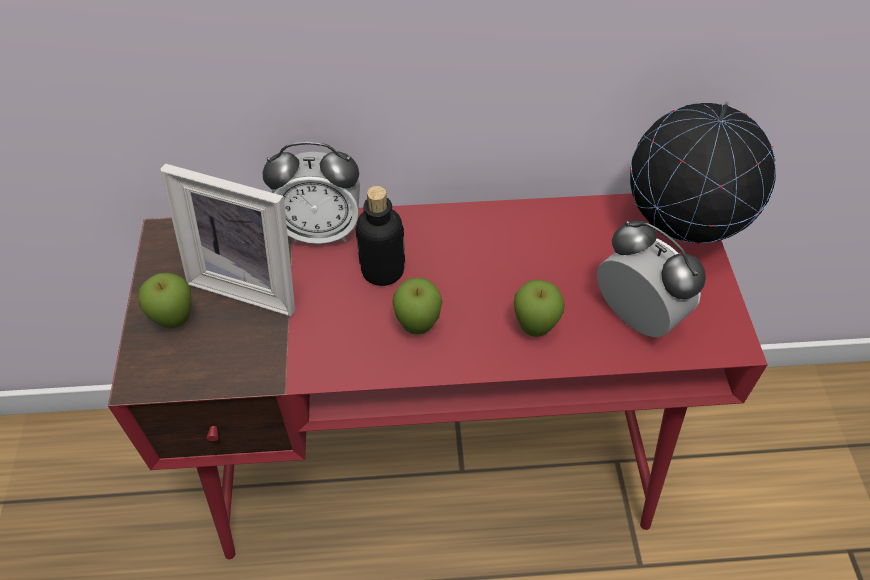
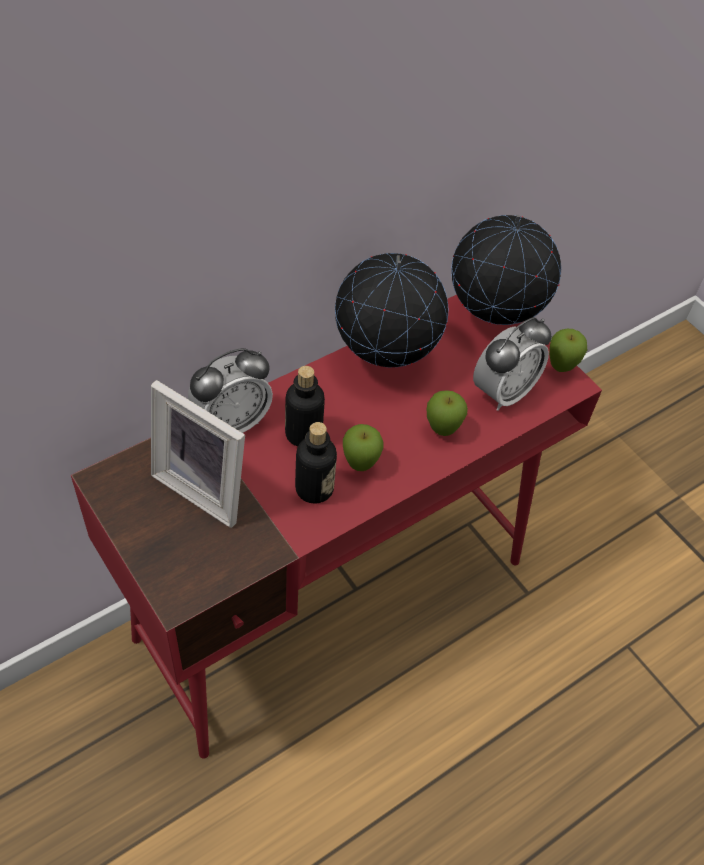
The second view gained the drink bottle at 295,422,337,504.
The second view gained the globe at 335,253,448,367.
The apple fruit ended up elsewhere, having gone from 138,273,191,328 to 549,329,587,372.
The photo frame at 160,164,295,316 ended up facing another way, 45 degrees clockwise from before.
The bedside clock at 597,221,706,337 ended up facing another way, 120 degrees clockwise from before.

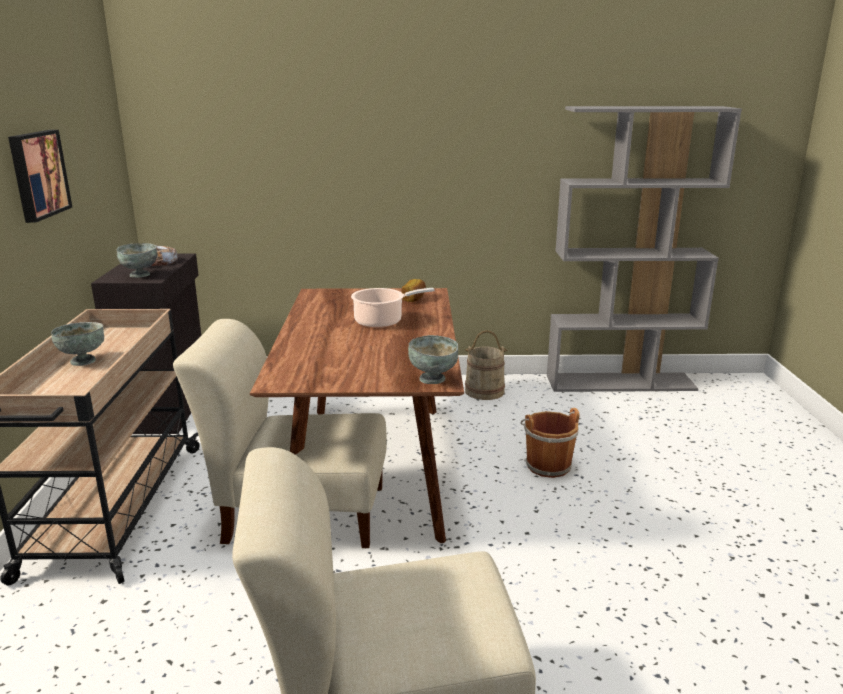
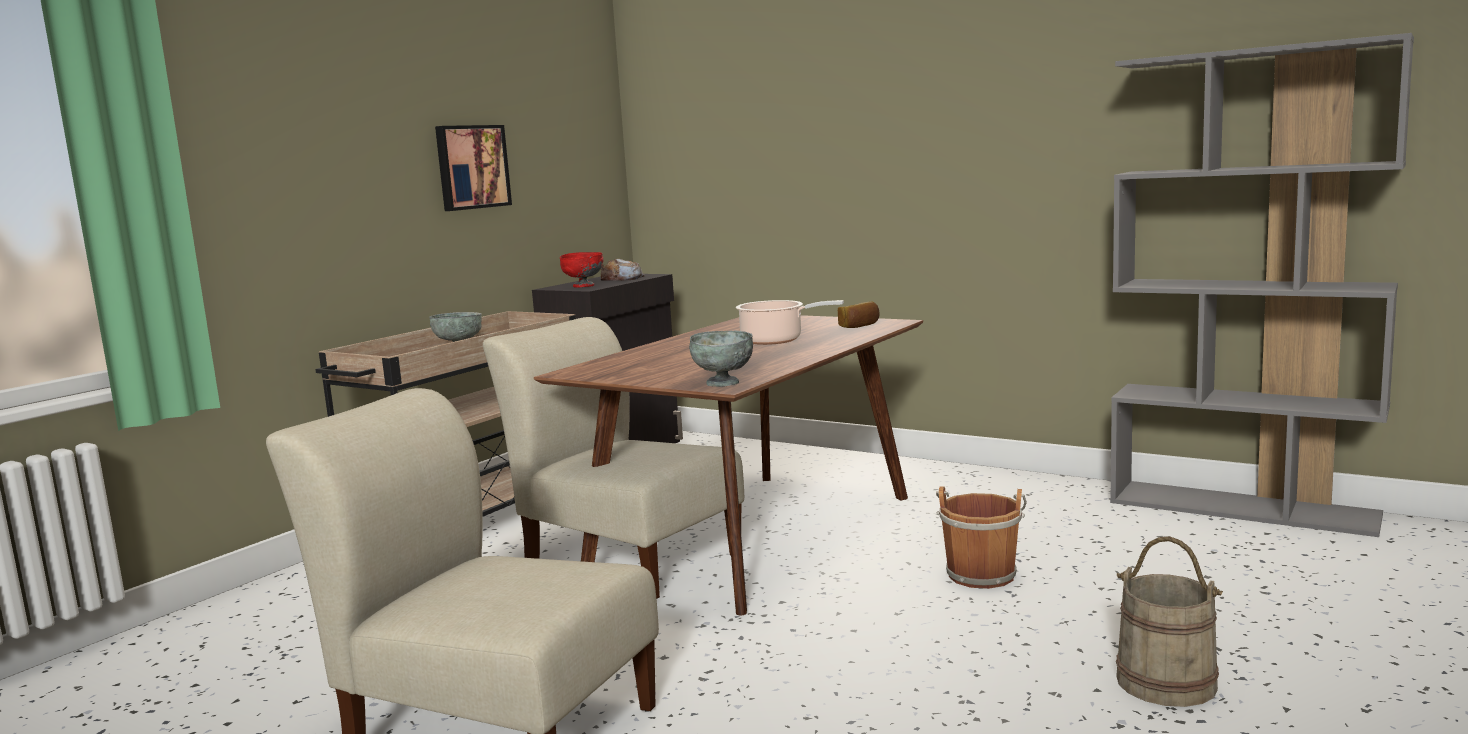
The beige water bucket ended up elsewhere, having gone from 465,330,507,400 to 1116,536,1223,707.
What was the greyish bowl at 117,243,157,278 turned into the red bowl at 560,252,604,288.

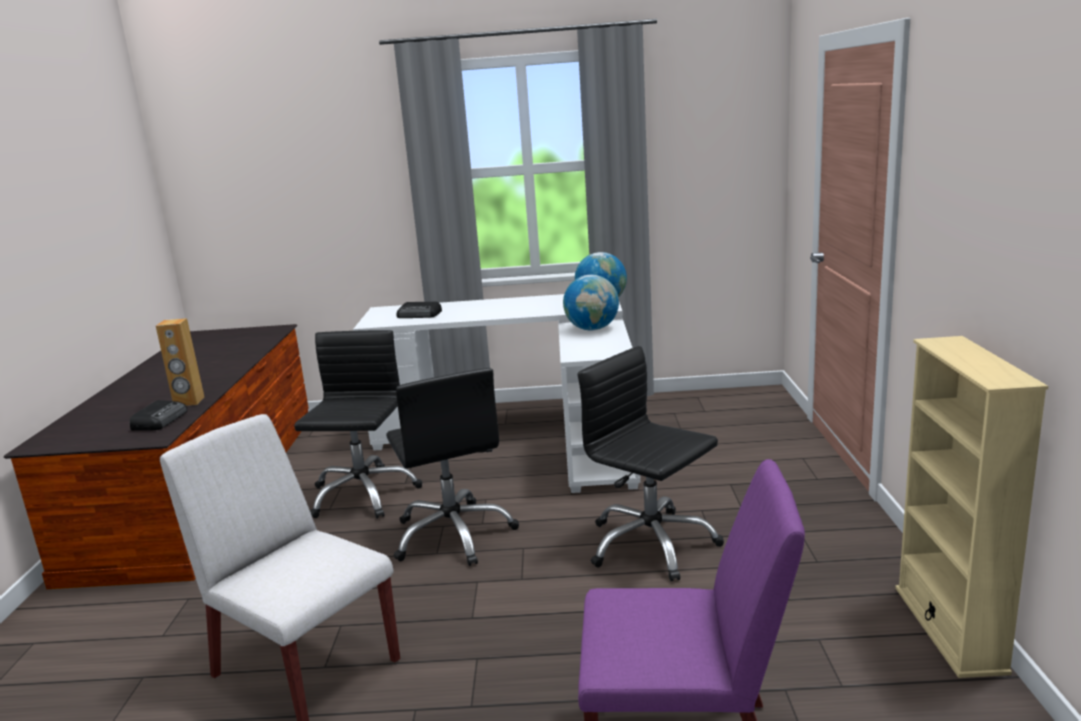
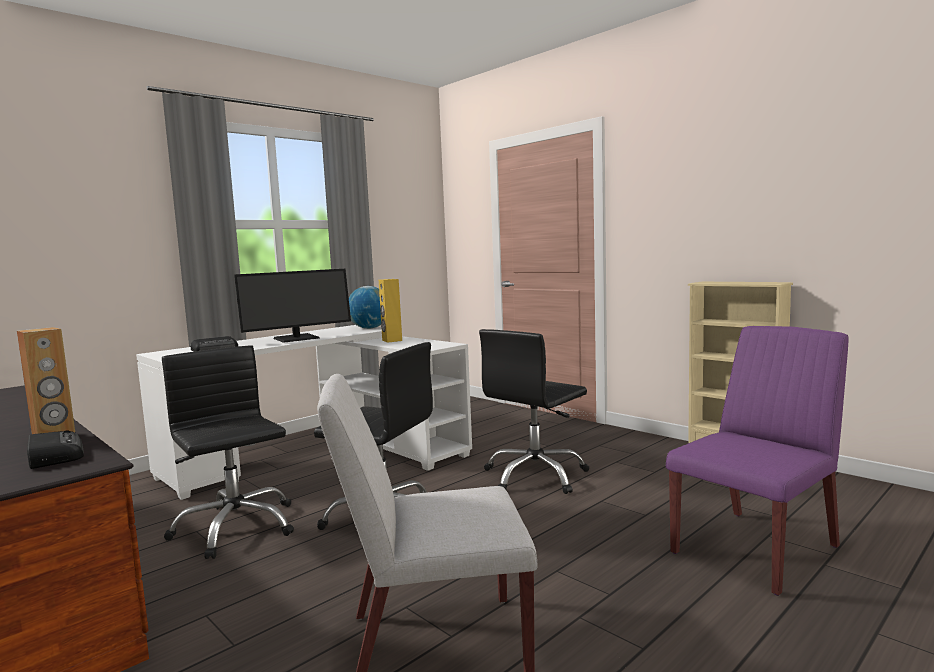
The second view gained the monitor at 234,269,351,343.
Where the globe stood at 563,275,619,330, the yellow-coloured speaker came to stand at 379,279,402,343.
The black-coloured computer chair at 578,346,724,581 ended up facing another way, 45 degrees counterclockwise from before.

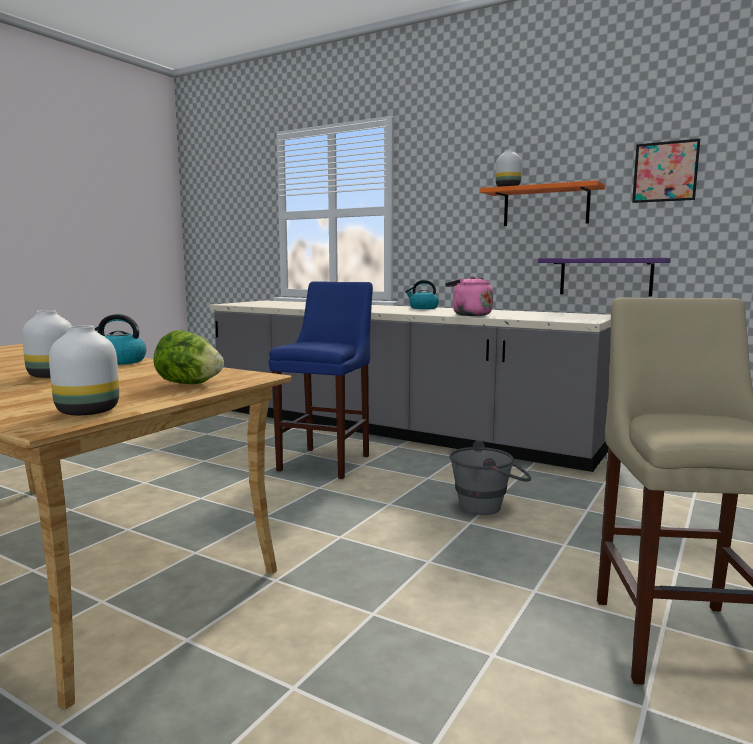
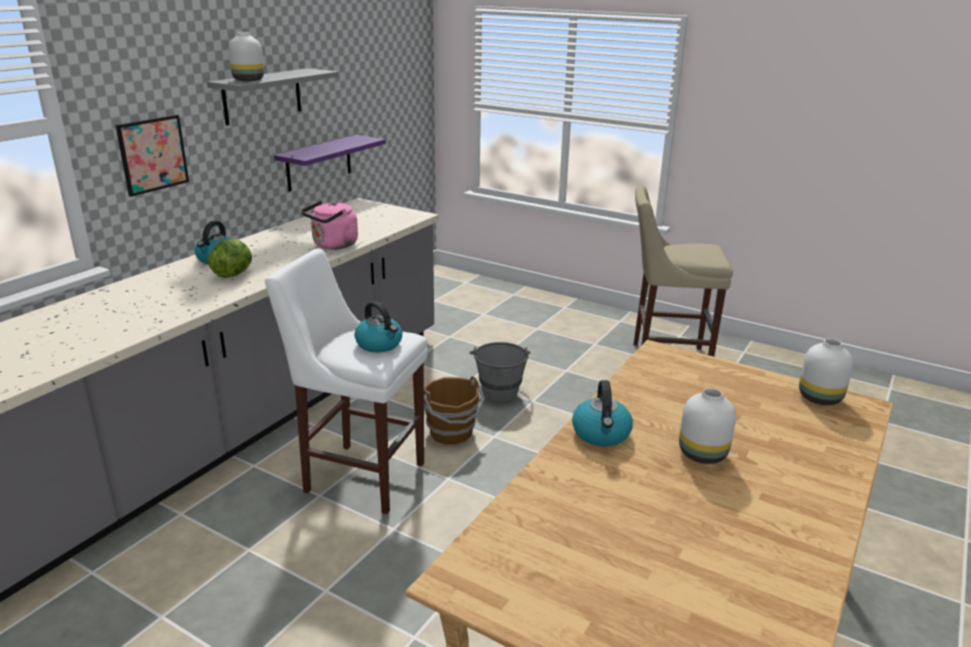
The second view gained the kettle at 354,301,402,352.
The second view gained the brown-coloured water bucket at 424,376,485,444.
The lettuce head ended up elsewhere, having gone from 153,330,224,384 to 208,239,252,278.
The wall picture ended up elsewhere, having gone from 632,139,700,203 to 116,115,189,197.
What was the bluish stool at 269,281,373,479 turned into the white stool at 265,249,428,514.
What was the orange-coloured wall shelf at 480,180,606,226 turned into the greyish wall shelf at 207,68,339,125.

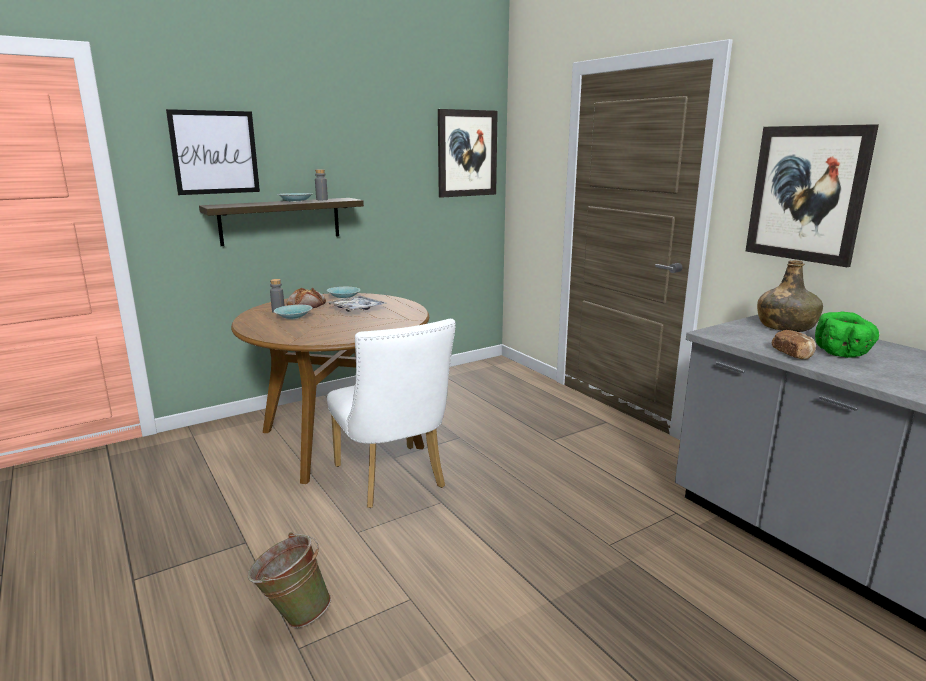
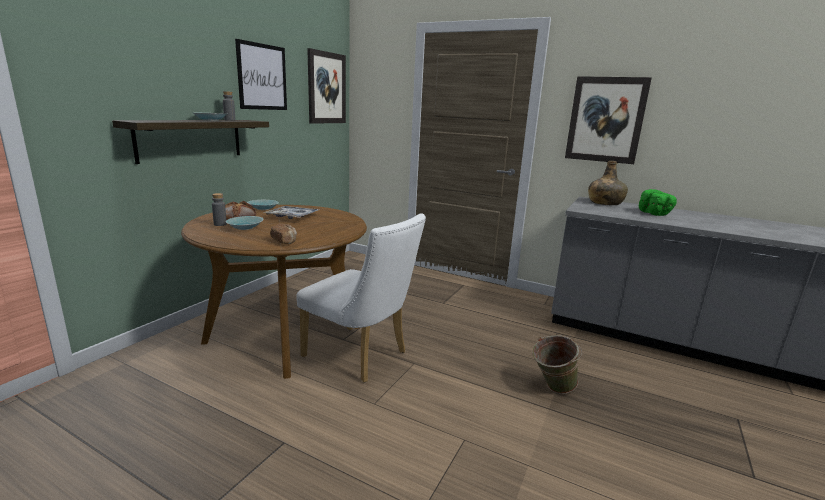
The wall picture ended up elsewhere, having gone from 166,109,260,195 to 235,39,287,110.
The green-coloured water bucket ended up elsewhere, having gone from 248,532,331,628 to 532,335,582,394.
The bread ended up elsewhere, having gone from 772,330,816,359 to 270,224,297,244.

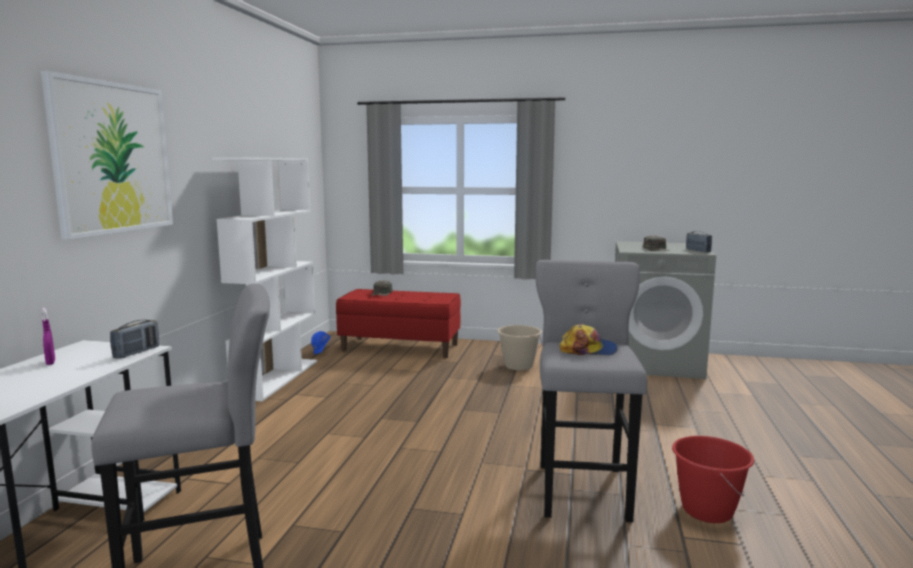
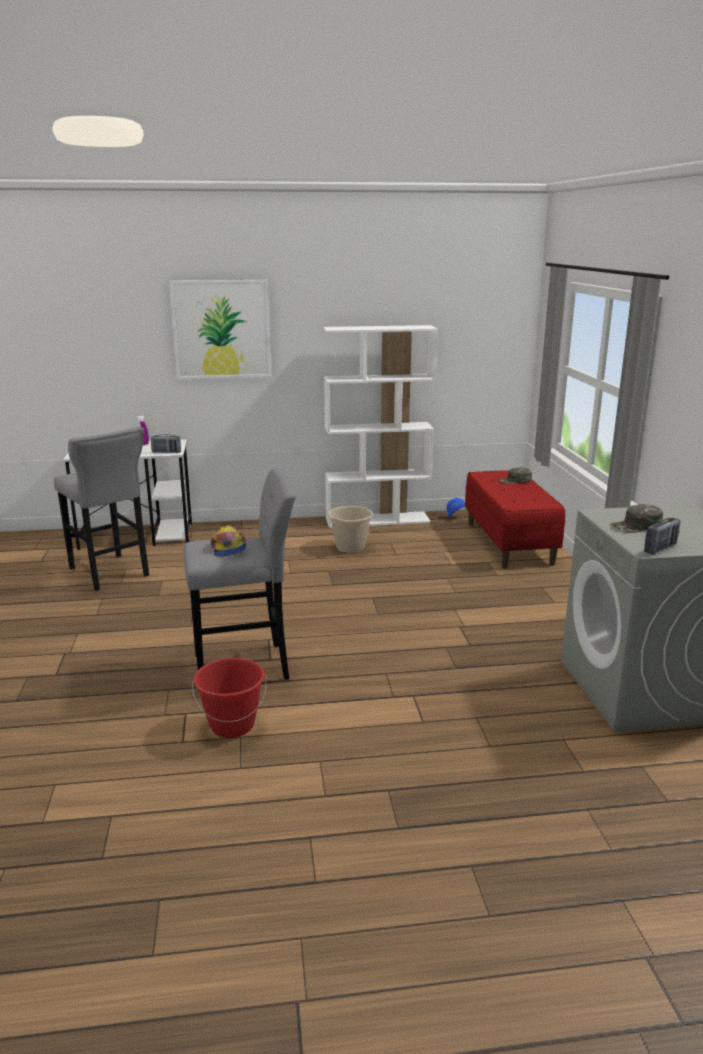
The beige water bucket ended up elsewhere, having gone from 498,325,542,371 to 328,506,373,553.

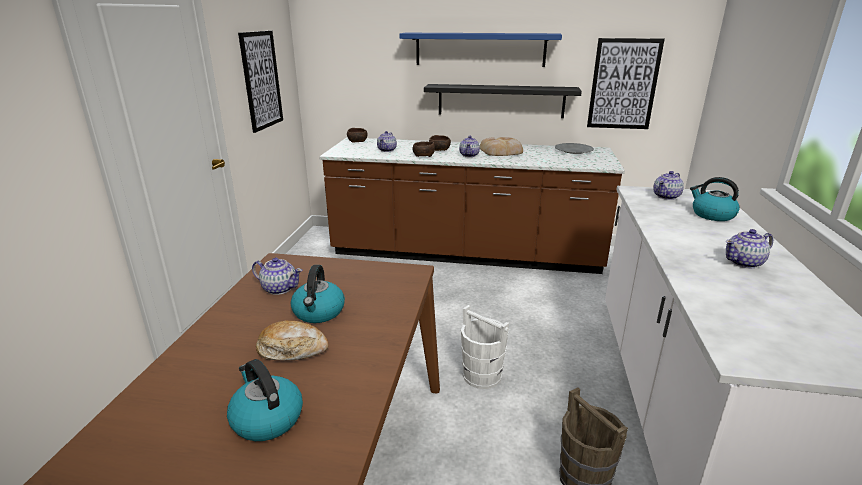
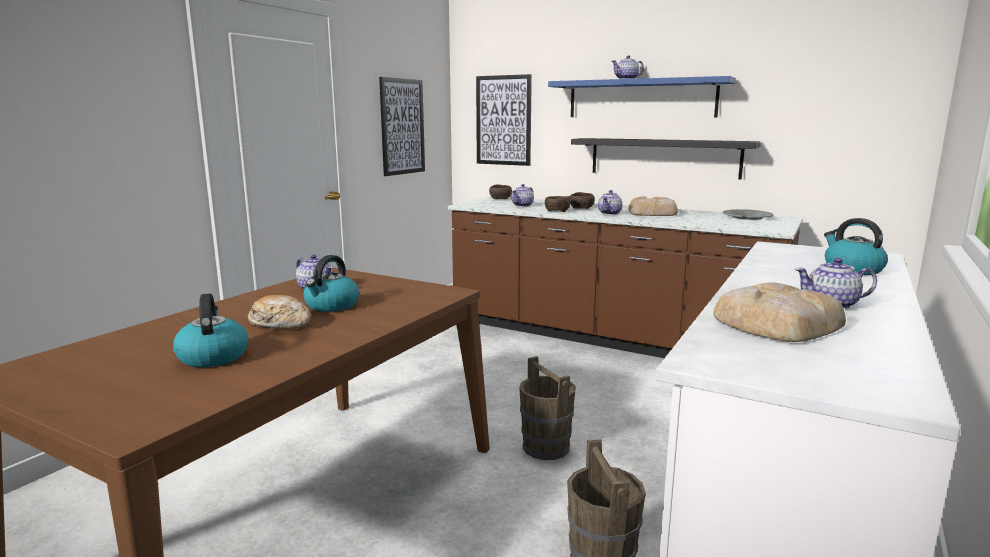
The second view gained the bread at 713,283,846,342.
The wall picture ended up elsewhere, having gone from 587,38,665,129 to 476,74,532,166.
The tea pot ended up elsewhere, having gone from 653,171,684,200 to 612,55,644,79.
What was the white water bucket at 461,305,509,389 turned into the brown-coloured water bucket at 519,356,576,460.

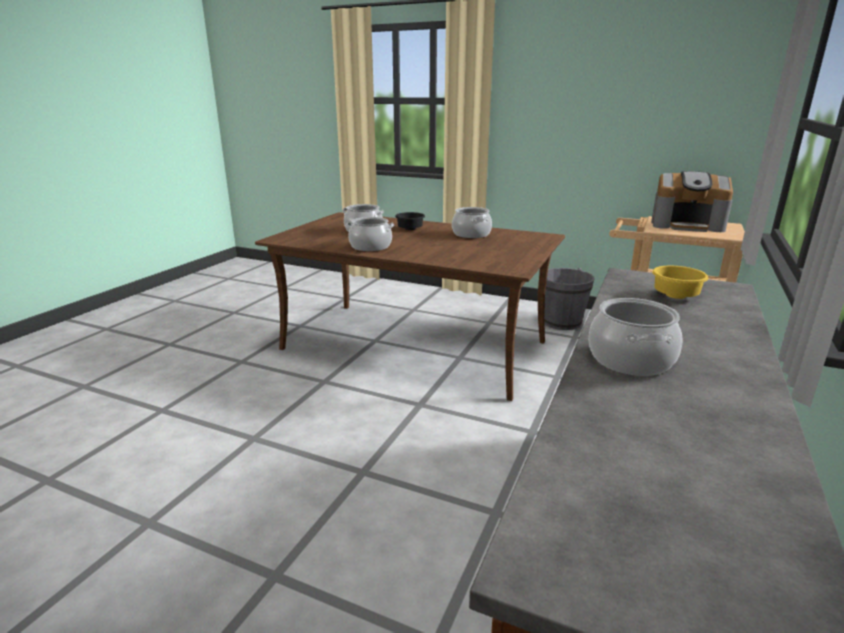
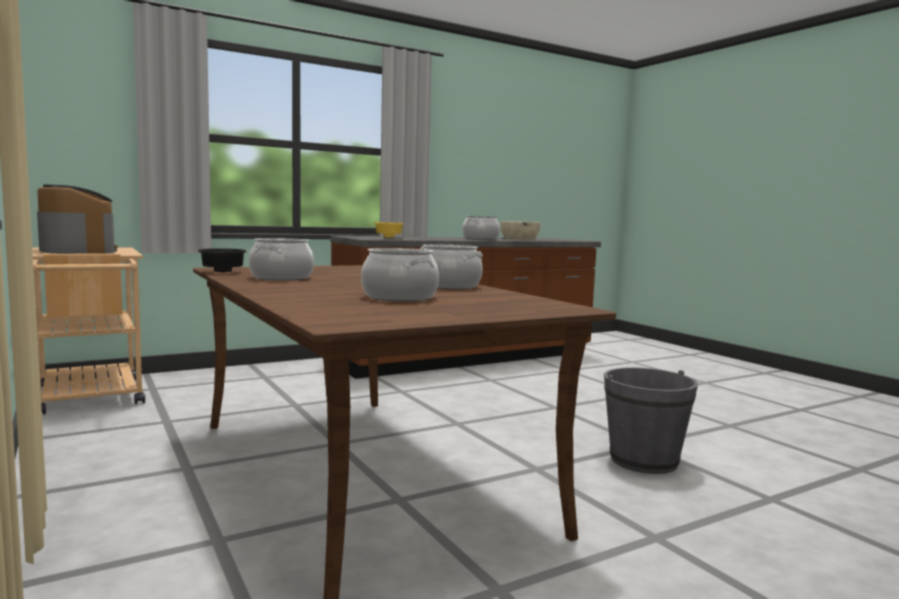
The second view gained the beige bowl at 500,221,540,240.
The black-coloured bowl ended up elsewhere, having gone from 395,212,425,230 to 198,248,246,272.
The greyish water bucket ended up elsewhere, having gone from 544,268,595,330 to 604,367,698,474.

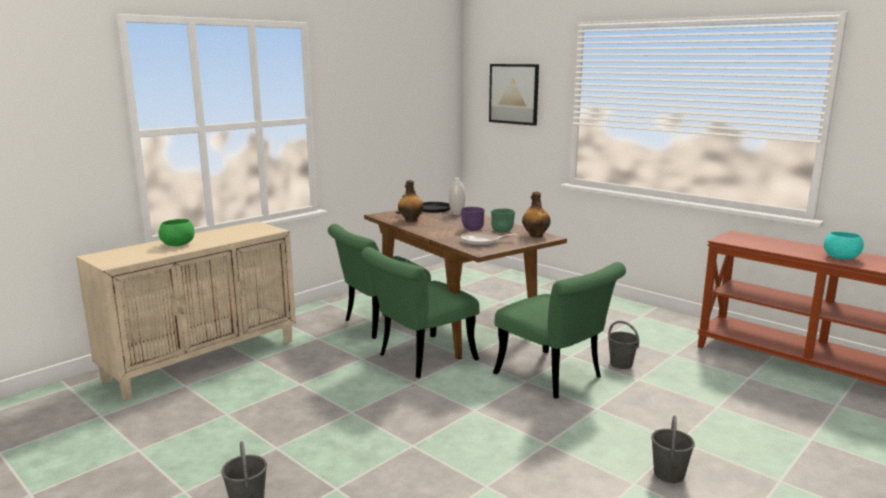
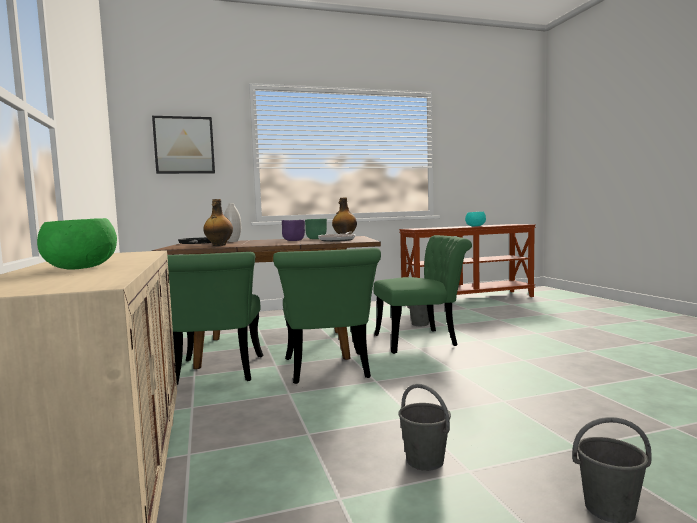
The greyish water bucket ended up elsewhere, having gone from 651,415,695,483 to 399,384,451,471.

